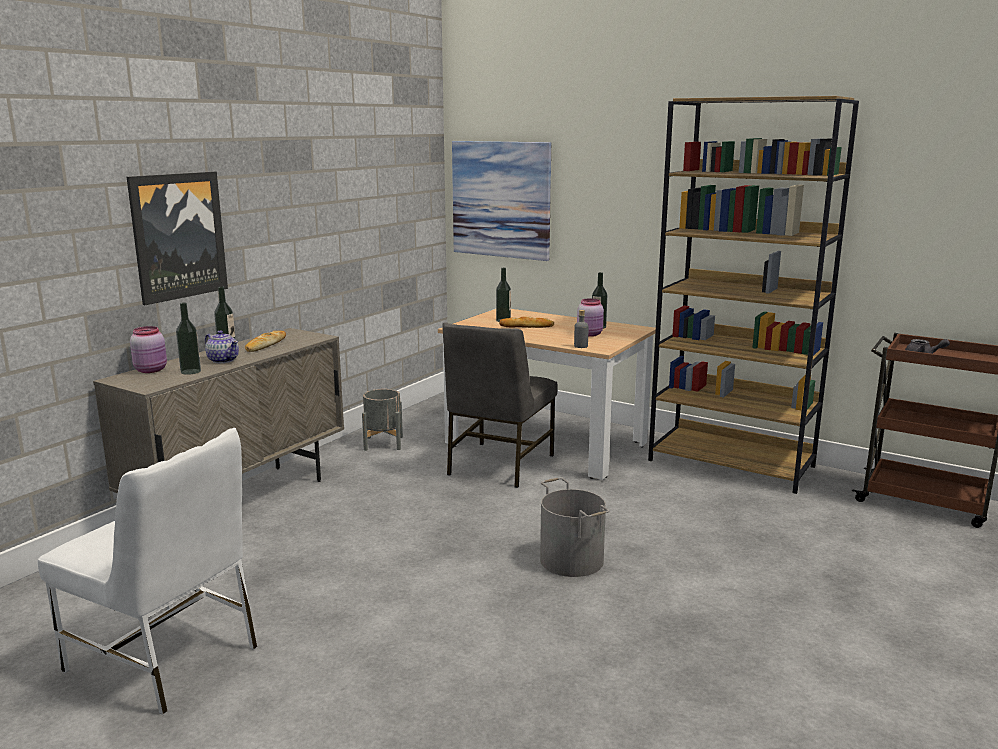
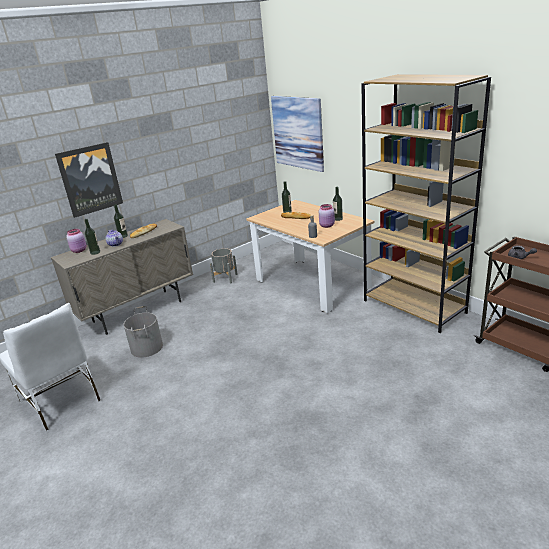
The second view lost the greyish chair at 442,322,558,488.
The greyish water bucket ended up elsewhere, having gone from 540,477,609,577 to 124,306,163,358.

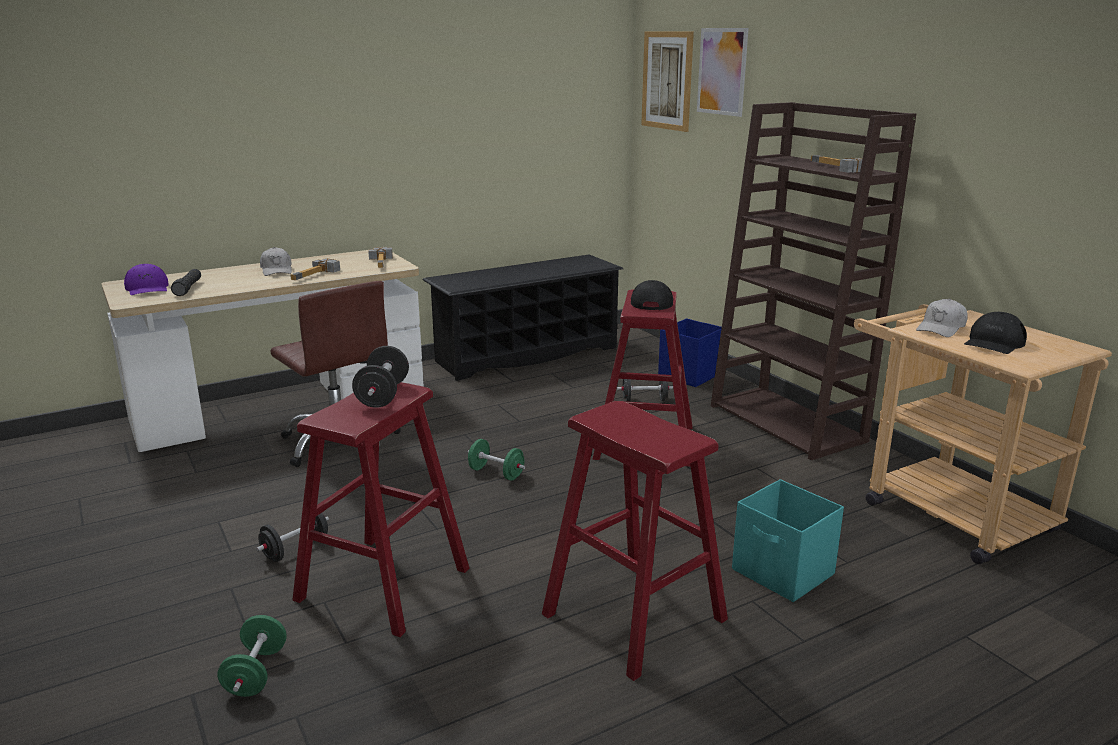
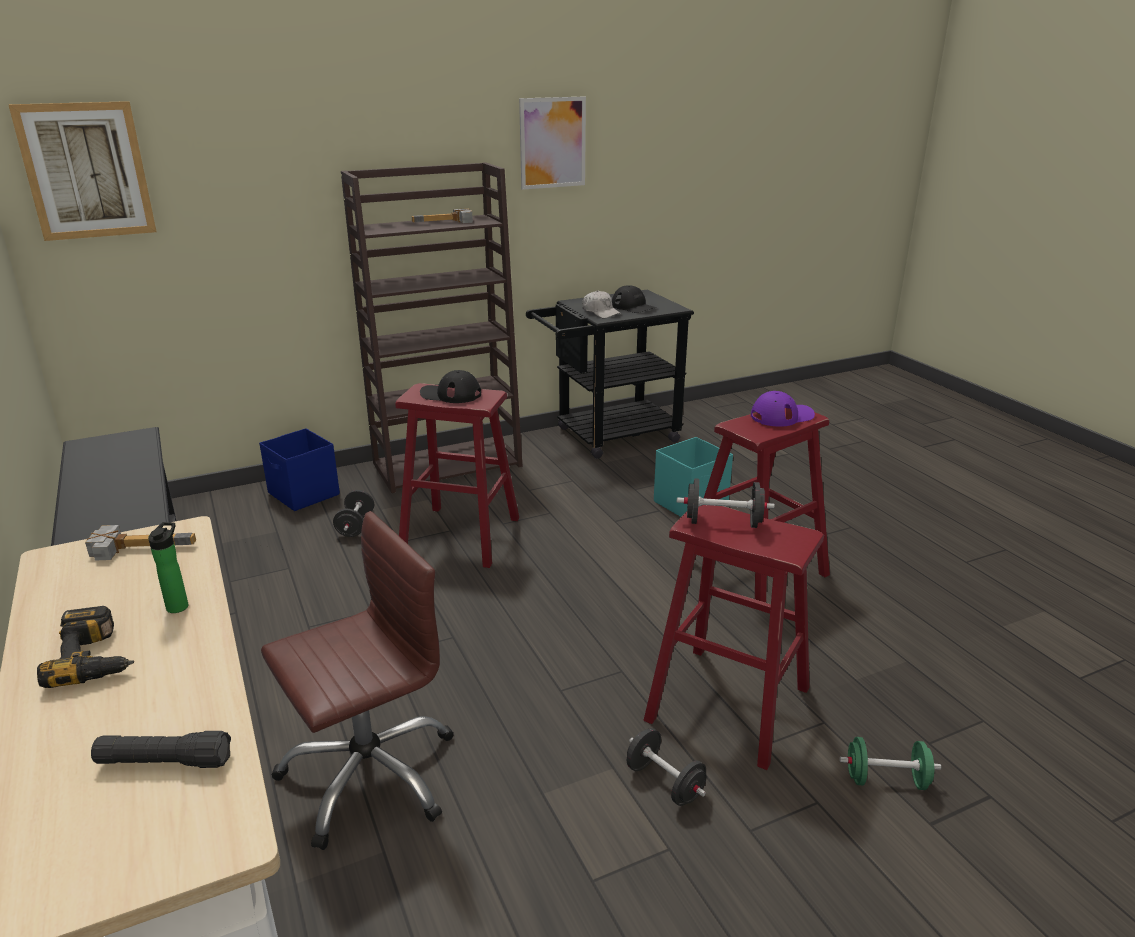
The second view lost the green-coloured dumbbell at 468,439,525,481.
The purple-coloured peaked cap ended up elsewhere, having gone from 124,264,169,295 to 751,391,815,427.
The wall picture ended up elsewhere, having gone from 697,28,749,117 to 519,96,586,190.
Where the white peaked cap stood at 260,247,292,276, the electric drill came to stand at 37,606,134,688.
Where the hand hammer stood at 290,258,340,280, the drink bottle came to stand at 148,522,188,613.
What was the beige wheeled cart at 854,304,1112,564 turned into the black-coloured wheeled cart at 526,290,694,459.

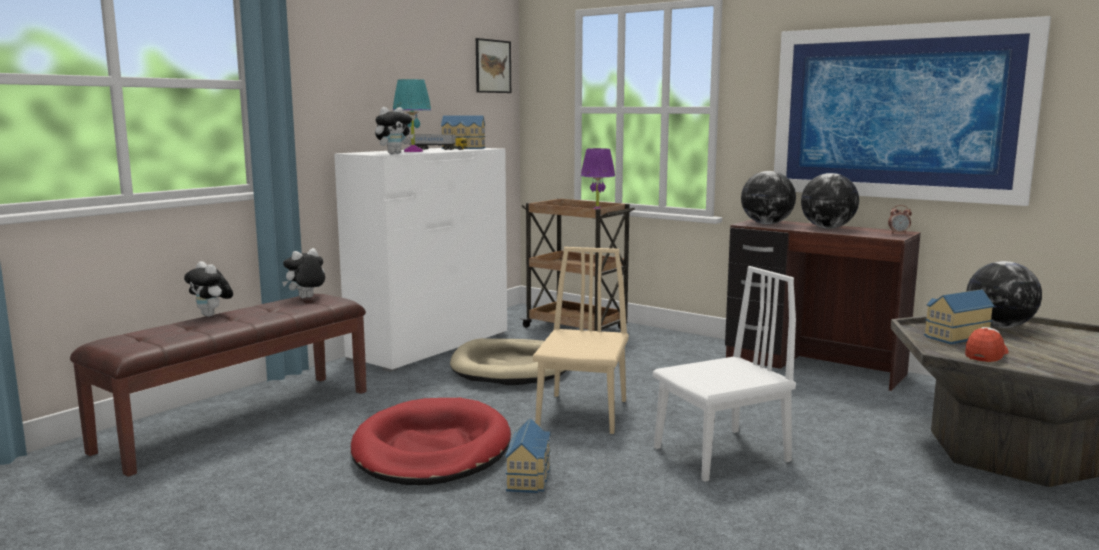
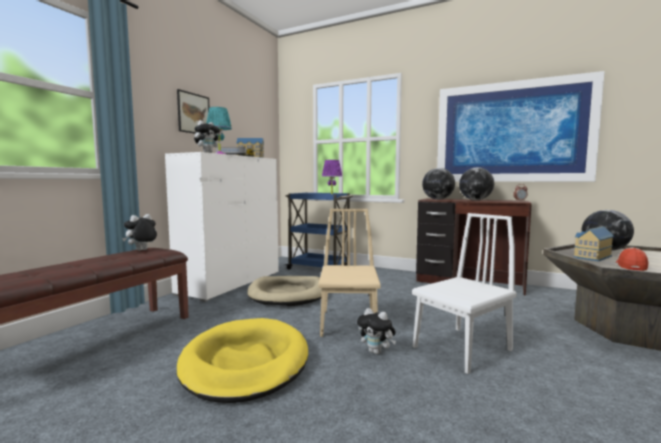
The second view lost the miniature house at 505,418,551,493.
The plush toy ended up elsewhere, having gone from 184,261,233,317 to 357,308,396,354.
The wall picture ended up elsewhere, having gone from 476,38,511,93 to 177,89,209,134.
What was the red pet bed at 351,398,511,485 turned into the yellow-coloured pet bed at 177,318,308,403.
What was the brown-coloured wheeled cart at 521,198,635,331 turned into the bluish wheeled cart at 285,193,353,269.

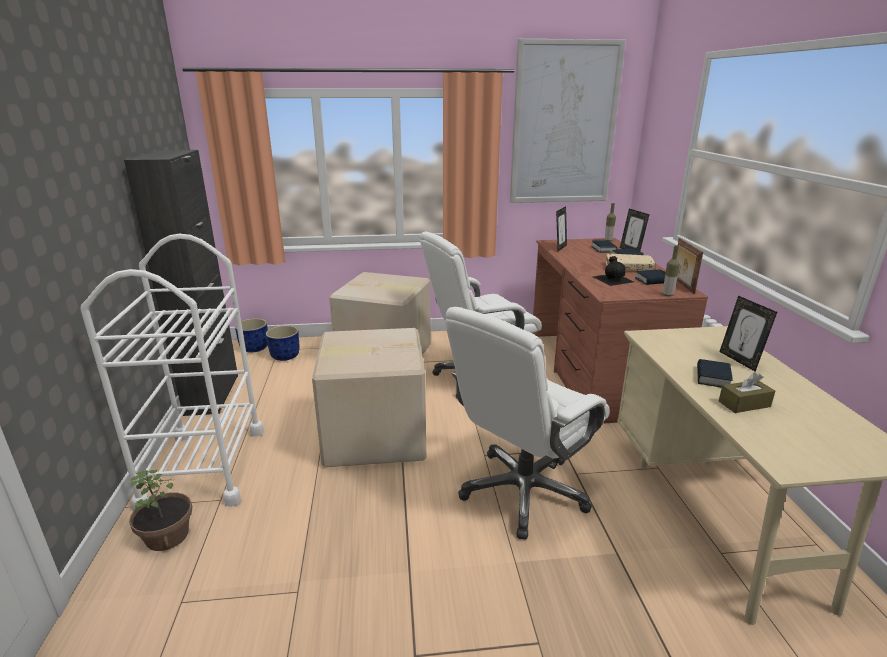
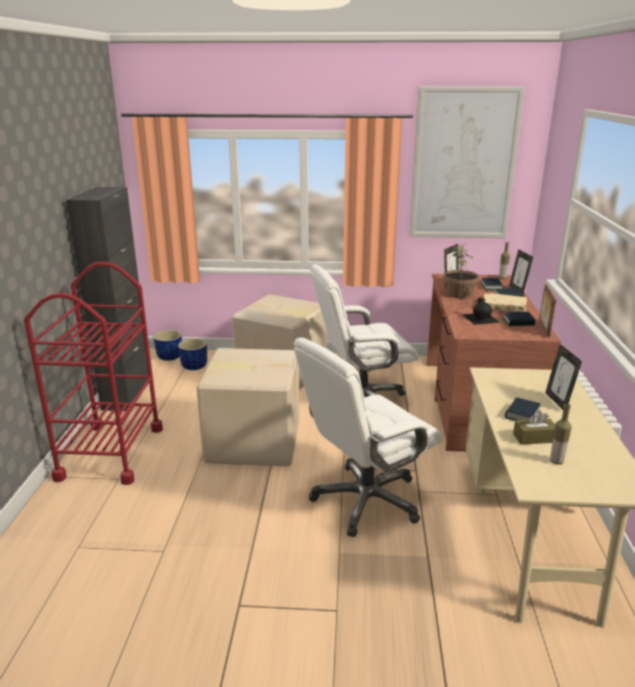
The plant in a pot ended up elsewhere, having gone from 129,470,192,551 to 443,244,479,298.
The drink bottle ended up elsewhere, having gone from 663,246,680,296 to 550,404,571,464.
What was the white wheeled cart at 80,234,264,511 turned into the red wheeled cart at 24,262,163,485.

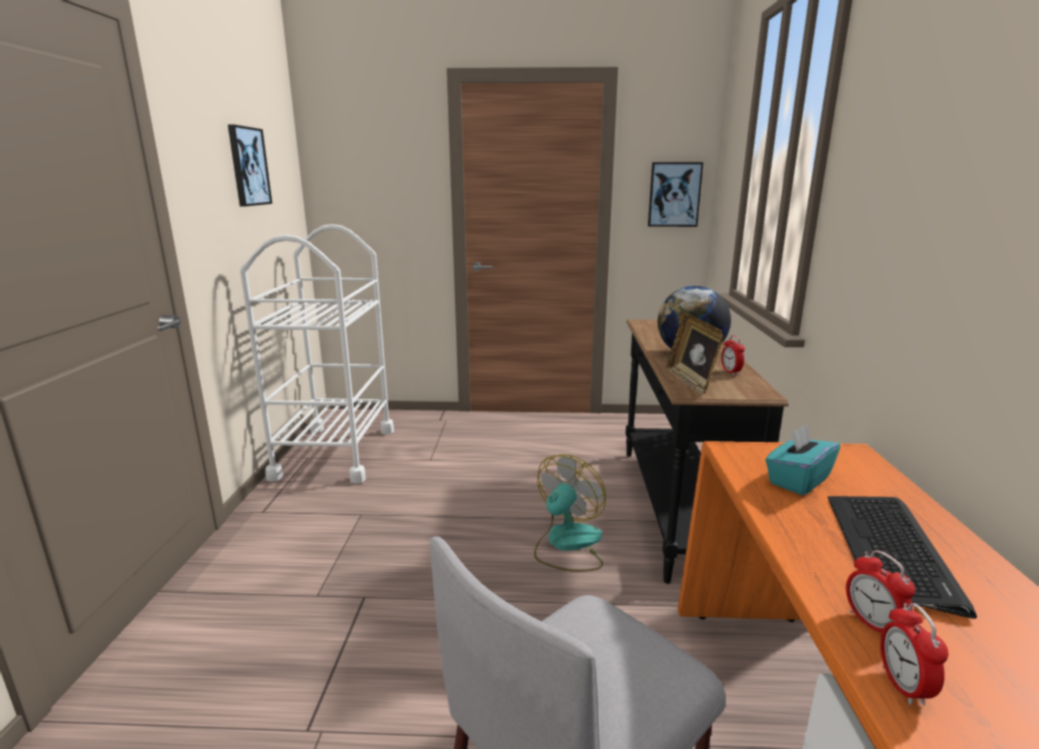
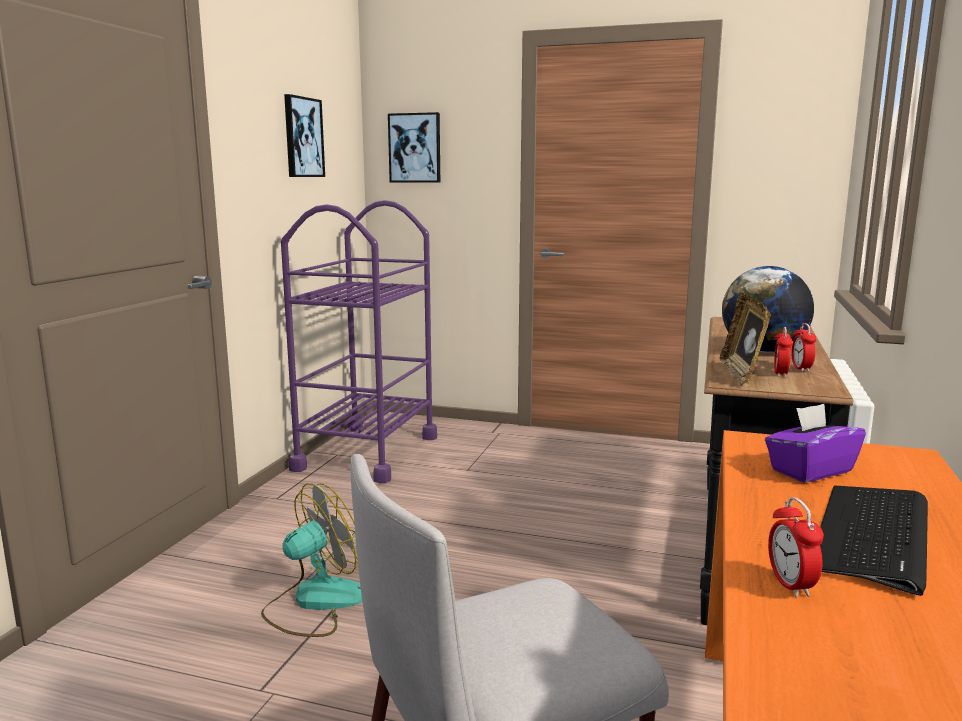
The cooling fan ended up elsewhere, having gone from 534,454,606,572 to 261,483,362,637.
The wall picture ended up elsewhere, having gone from 648,162,703,227 to 388,112,440,183.
The bedside clock ended up elsewhere, having gone from 880,603,949,706 to 774,327,793,377.
What was the white wheeled cart at 240,224,394,483 turned into the purple-coloured wheeled cart at 281,200,437,483.
What was the turquoise tissue box at 765,425,840,495 turned into the purple-coloured tissue box at 765,404,866,483.

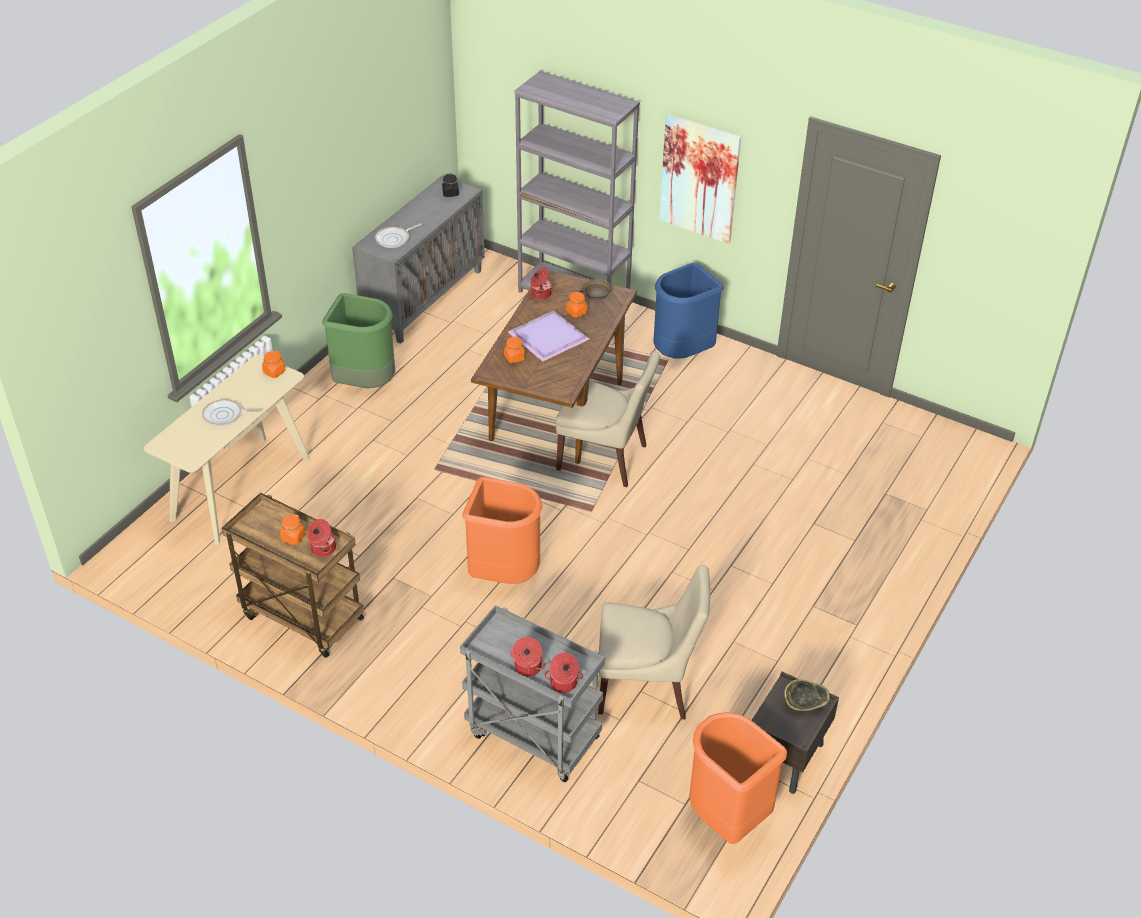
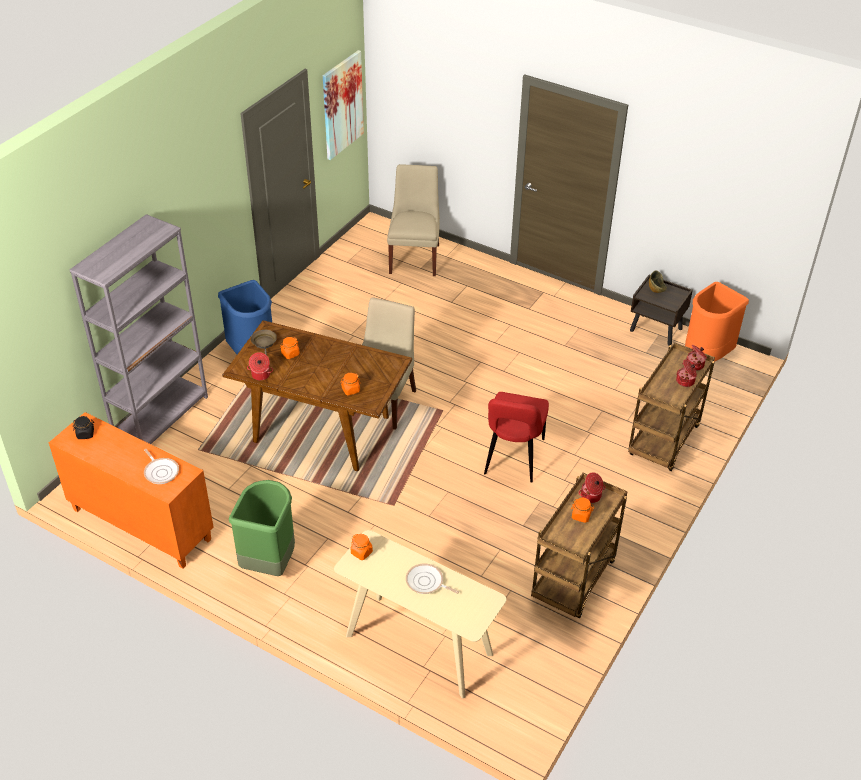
The second view lost the purple-coloured tray at 508,310,589,361.
The beige chair ended up elsewhere, having gone from 598,565,710,719 to 387,164,440,276.
The wall picture ended up elsewhere, having gone from 659,114,741,244 to 323,50,364,160.
Where the orange-coloured trash can stood at 462,477,543,584, the red chair came to stand at 484,392,549,483.
What was the greyish cabinet at 352,176,485,344 turned into the orange-coloured cabinet at 49,412,214,569.
What was the greyish wheeled cart at 460,605,605,782 turned into the brown-coloured wheeled cart at 628,342,715,471.
The skillet at 202,399,262,426 ended up facing another way, 120 degrees clockwise from before.

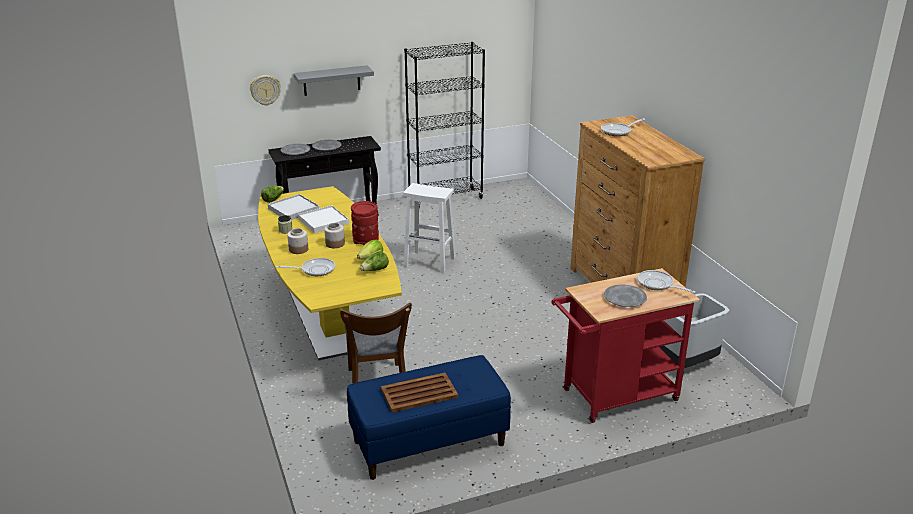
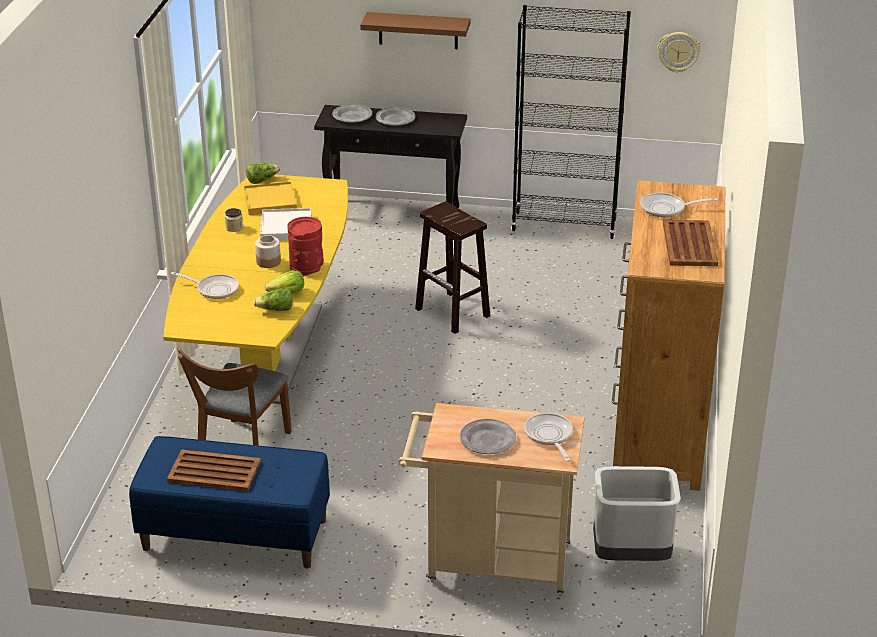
The second view lost the preserve jar at 287,228,308,254.
The second view gained the brown-coloured tray at 663,220,718,266.
The hanging clock ended up elsewhere, having gone from 250,75,281,106 to 657,32,701,73.
What was the white tray at 268,194,319,220 turned into the yellow-coloured tray at 244,181,297,215.
What was the greyish wall shelf at 294,65,374,96 turned into the brown-coloured wall shelf at 360,12,470,49.
What was the white stool at 403,183,456,273 turned into the brown-coloured stool at 415,201,490,334.
What was the red wheeled cart at 552,268,700,423 turned into the beige wheeled cart at 398,403,584,597.

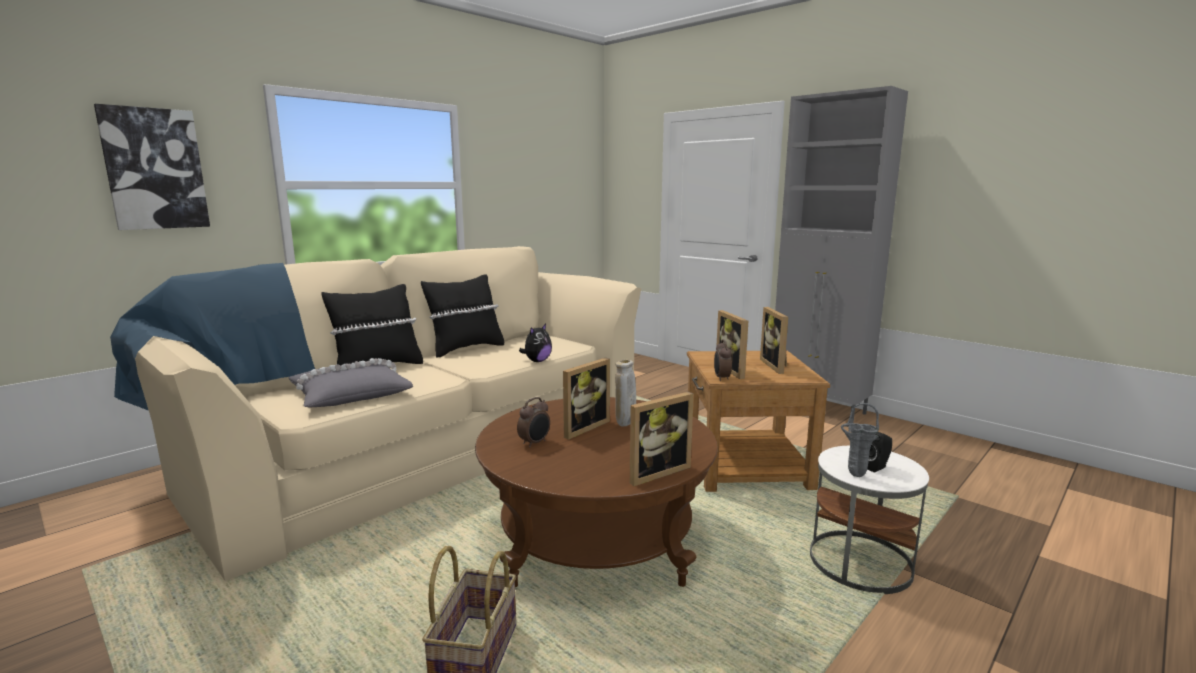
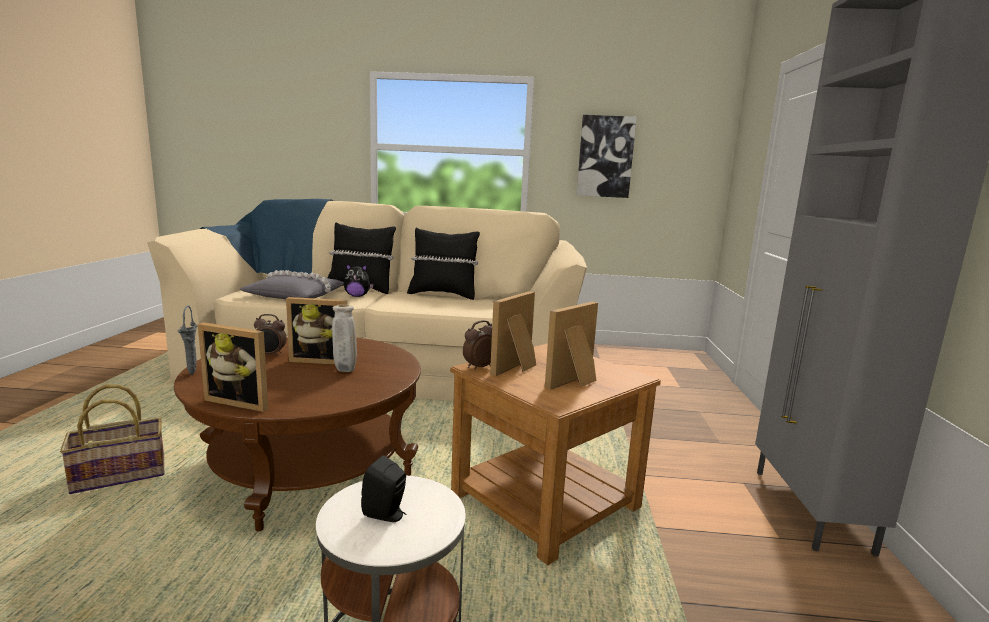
The wall picture ended up elsewhere, having gone from 94,104,210,230 to 577,115,637,198.
The plush toy ended up elsewhere, having gone from 519,324,552,362 to 344,264,374,297.
The greyish flower vase ended up elsewhere, having gone from 841,403,879,477 to 178,306,197,375.

